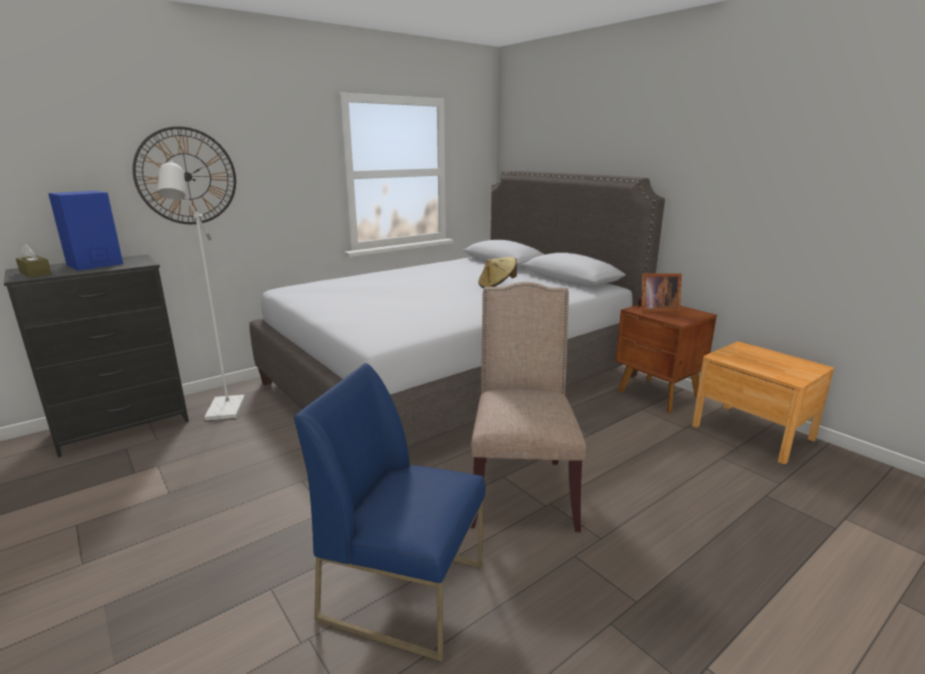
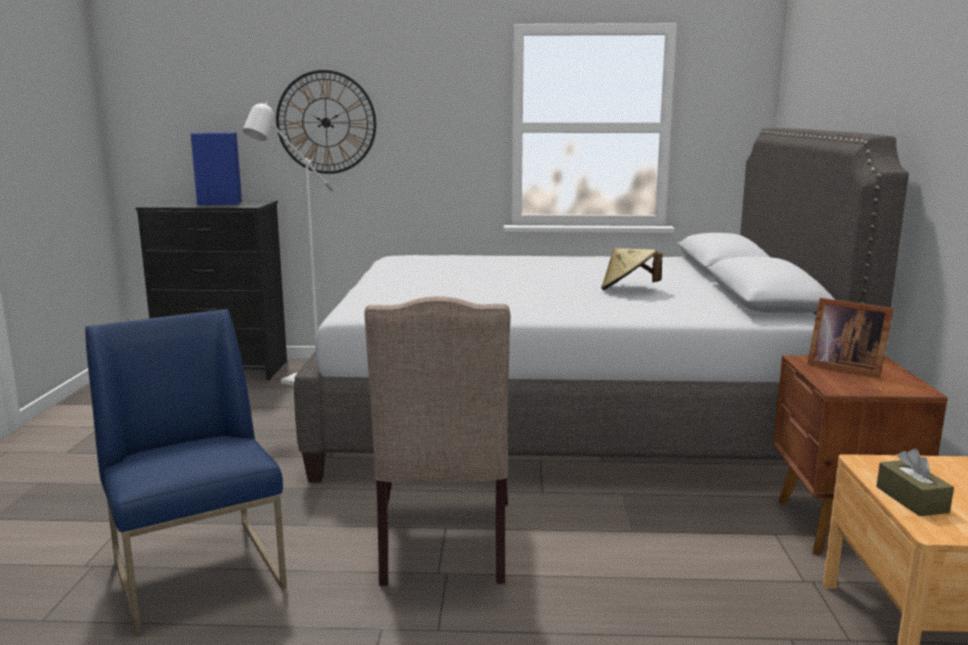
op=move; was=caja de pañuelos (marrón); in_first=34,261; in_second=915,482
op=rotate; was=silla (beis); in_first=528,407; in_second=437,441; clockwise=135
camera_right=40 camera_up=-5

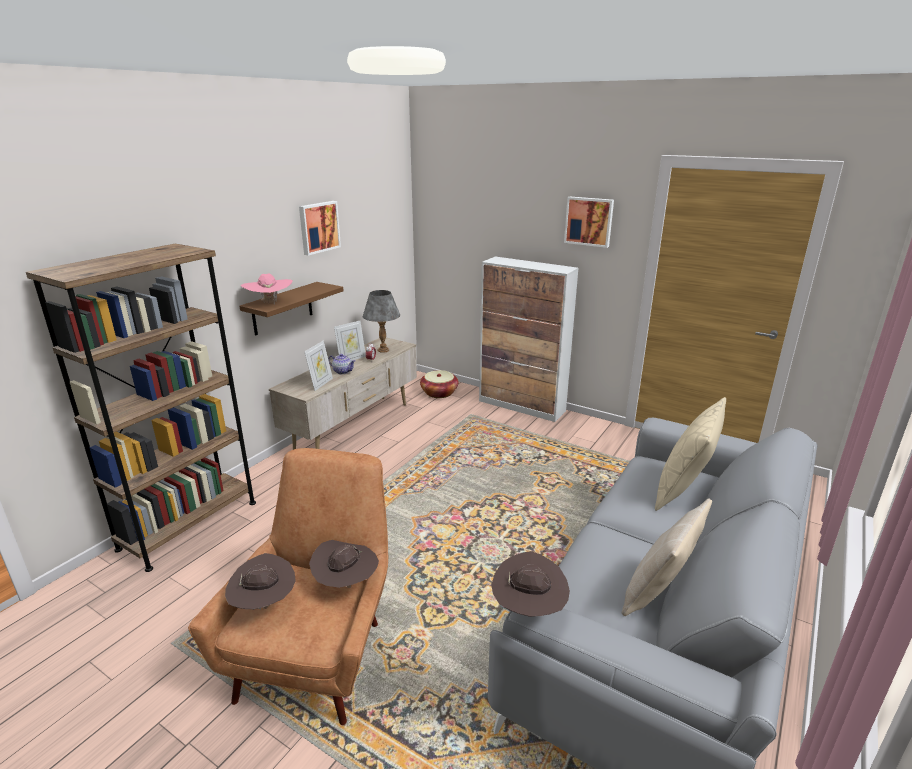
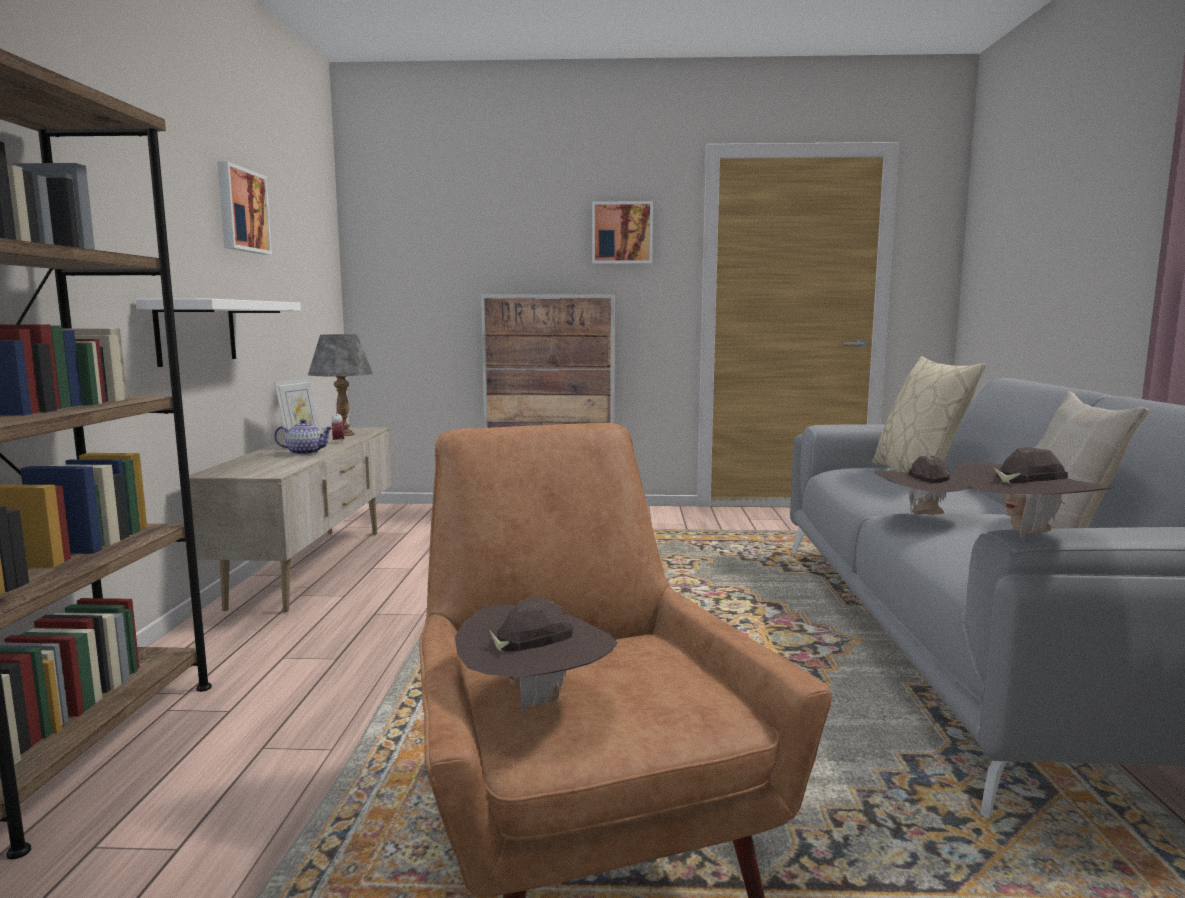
op=delete; was=sombrero (rosa); in_first=266,288
op=delete; was=portarretratos; in_first=318,365
op=delete; was=cesta; in_first=439,384
op=move; was=sombrero (marrón); in_first=344,564; in_second=924,485
op=recolor; was=estante (marrón); now=estante (blanco); in_first=291,309; in_second=218,333
camera_right=-30 camera_up=-15

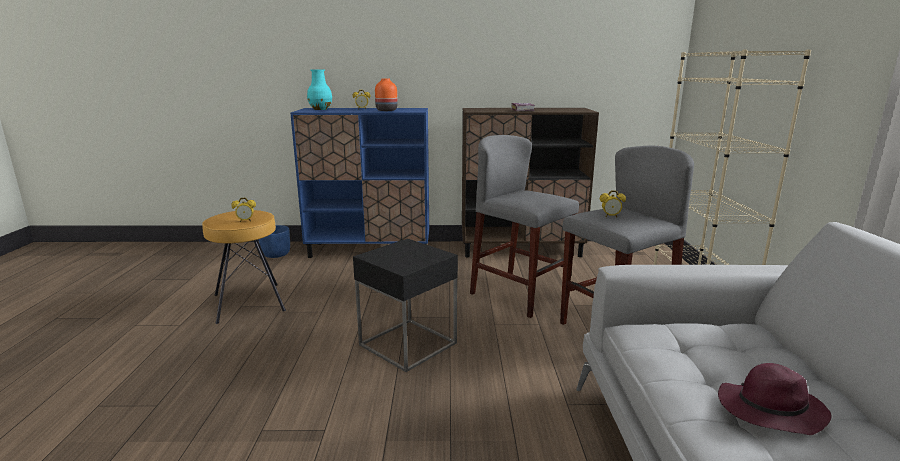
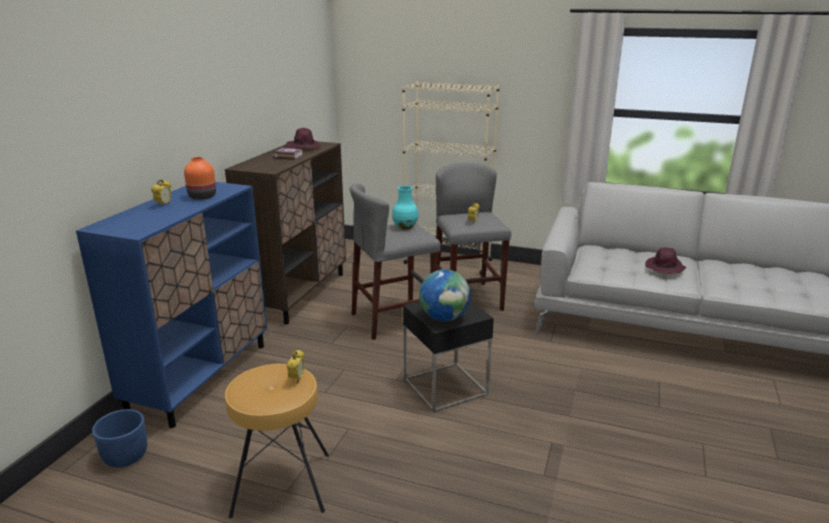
op=insert; now=sombrero (morado); in_second=303,138
op=insert; now=globo terráqueo; in_second=445,295
op=move; was=florero (turquesa); in_first=319,90; in_second=405,208
camera_right=-70 camera_up=5

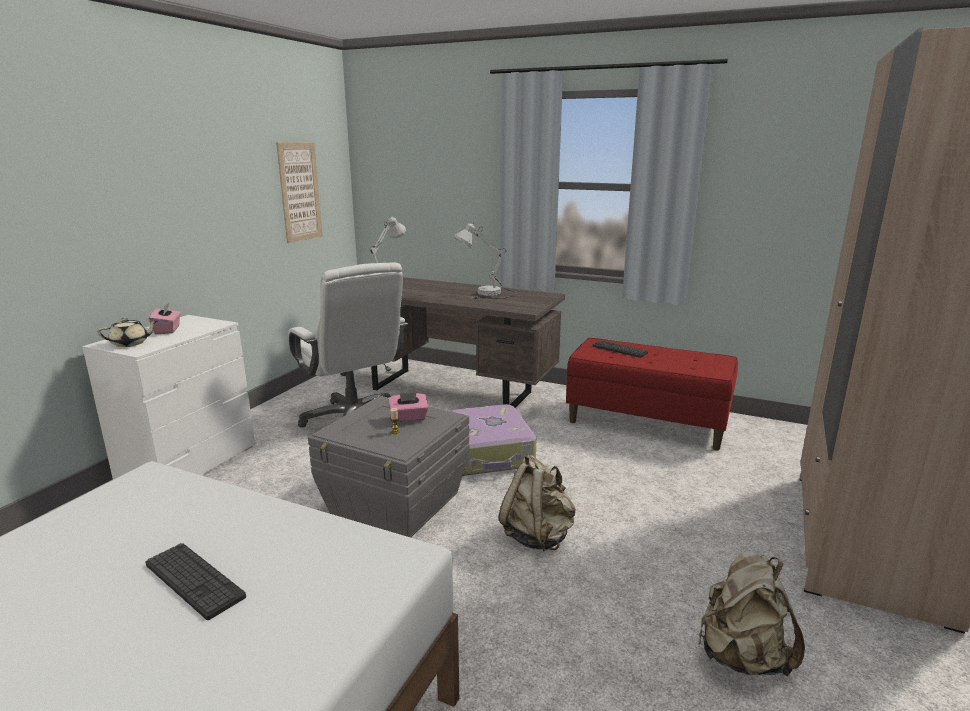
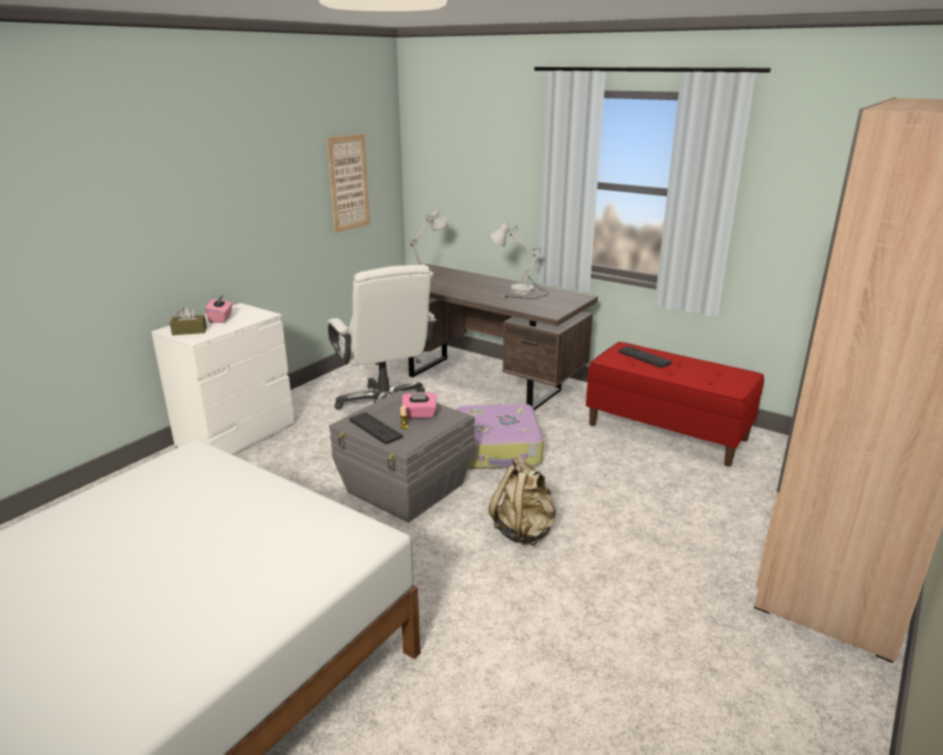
op=delete; was=mochila (beis); in_first=751,613
op=move; was=teclado; in_first=195,581; in_second=376,428
op=replace; was=tetera (beis); now=caja de pañuelos (marrón); in_first=127,332; in_second=188,321
camera_right=10 camera_up=5

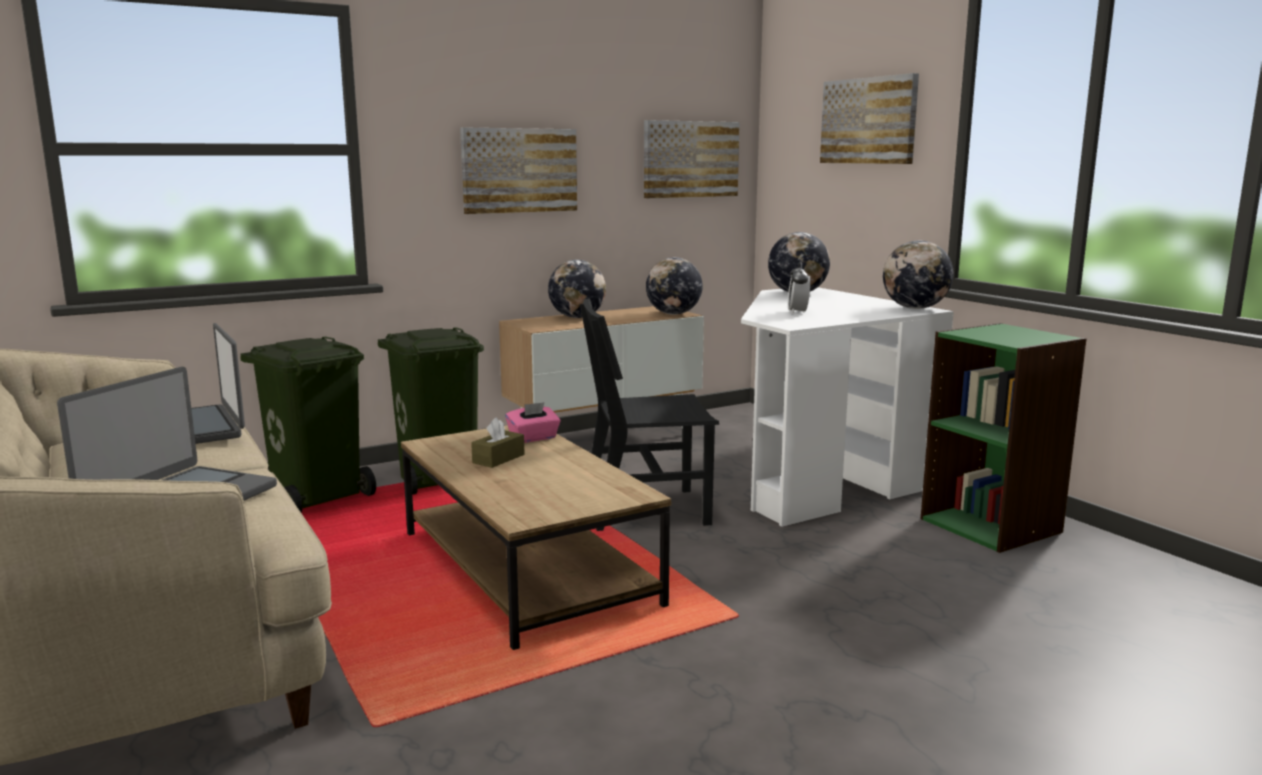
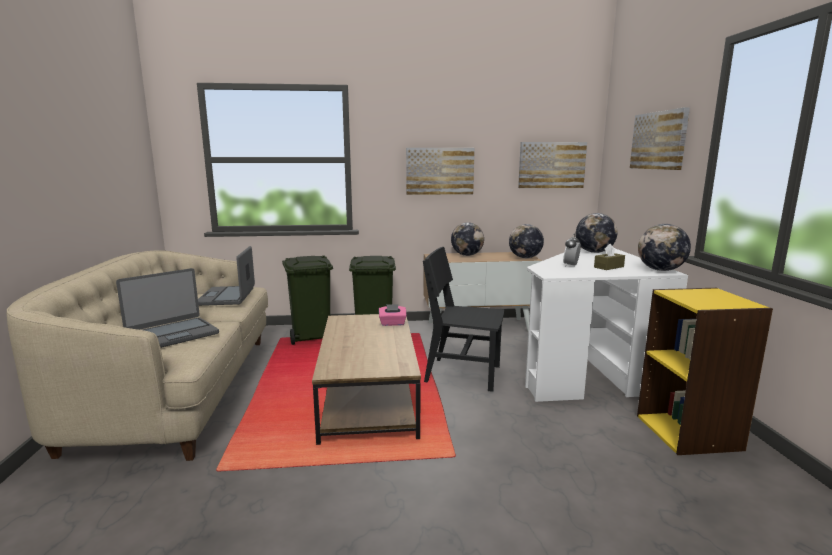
op=move; was=caja de pañuelos (marrón); in_first=498,442; in_second=609,257
op=recolor; was=estantería (verde); now=estantería (amarillo); in_first=1004,438; in_second=705,371
camera_right=25 camera_up=0

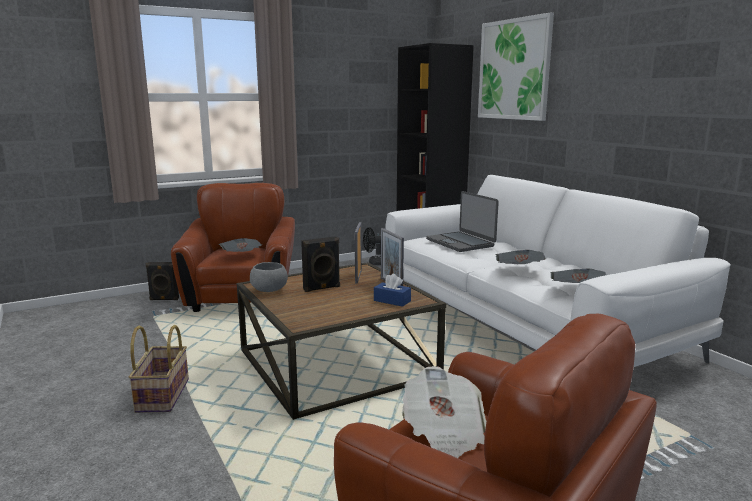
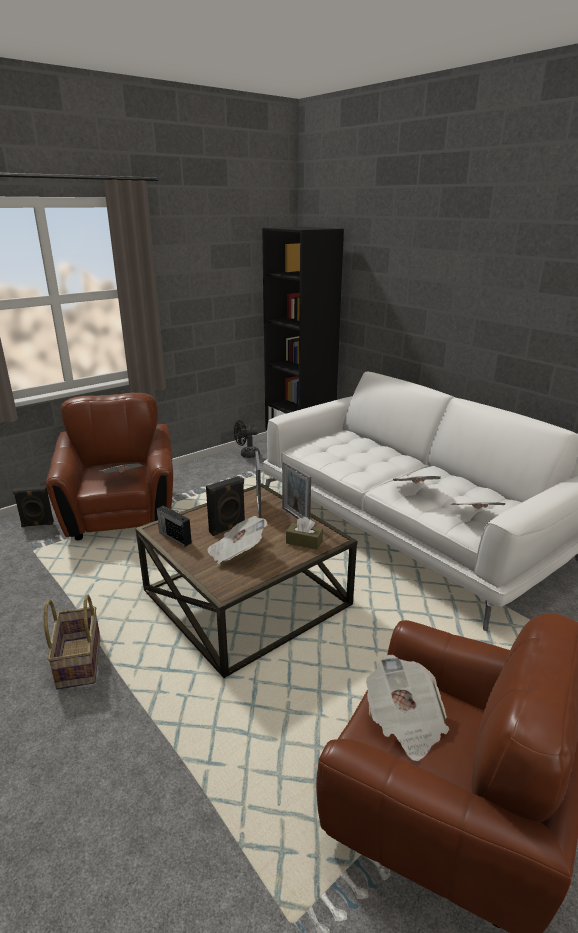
op=delete; was=portátil; in_first=462,221
op=delete; was=cuadro; in_first=516,67
op=insert; now=periódico; in_second=237,540
op=replace; was=cuenco (gris); now=radio; in_first=269,277; in_second=174,526
op=recolor; was=caja de pañuelos (azul); now=caja de pañuelos (marrón); in_first=392,290; in_second=304,533
camera_right=-10 camera_up=10

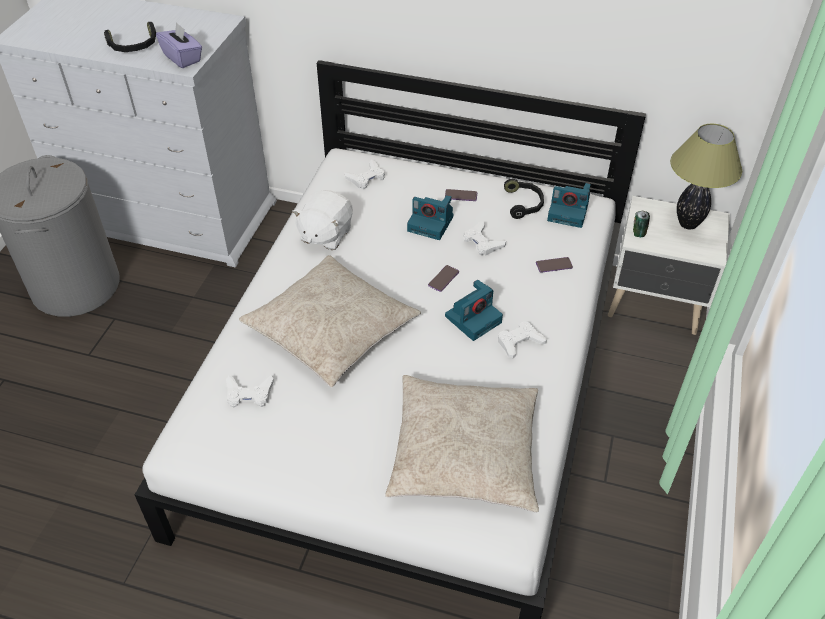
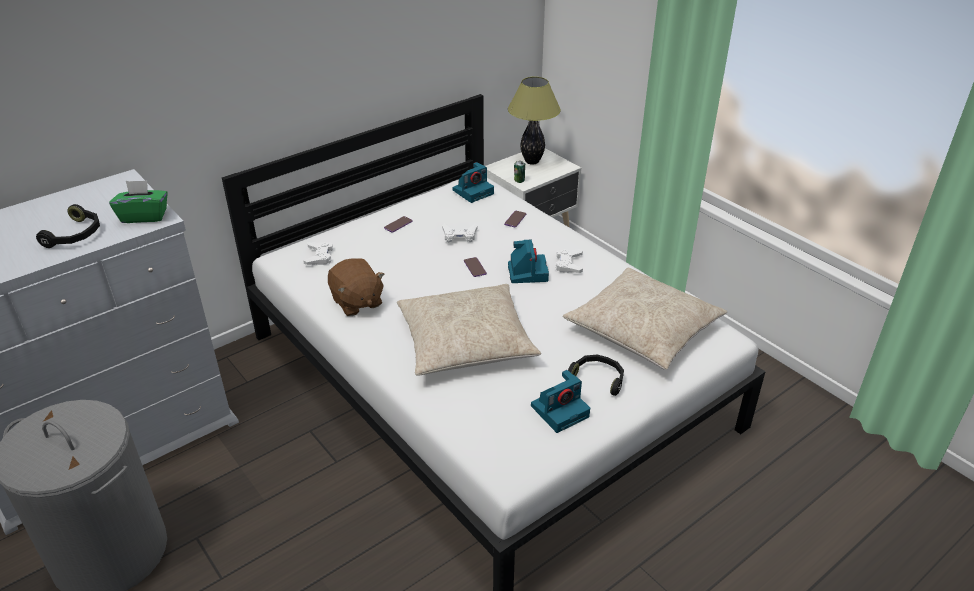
op=delete; was=mando de consola (blanco); in_first=250,391
op=move; was=cámara; in_first=430,217; in_second=560,401
op=move; was=auriculares (negro); in_first=524,199; in_second=596,375
op=recolor; was=caja de pañuelos (morado); now=caja de pañuelos (verde); in_first=179,45; in_second=138,201
op=recolor; was=peluche (blanco); now=peluche (marrón); in_first=322,220; in_second=356,287
camera_right=-55 camera_up=-10

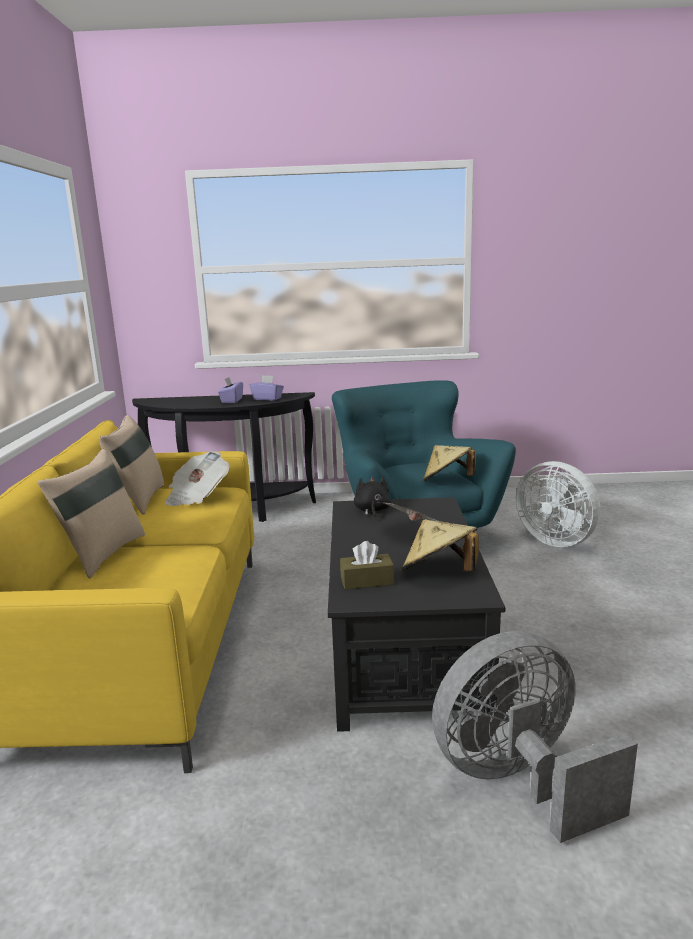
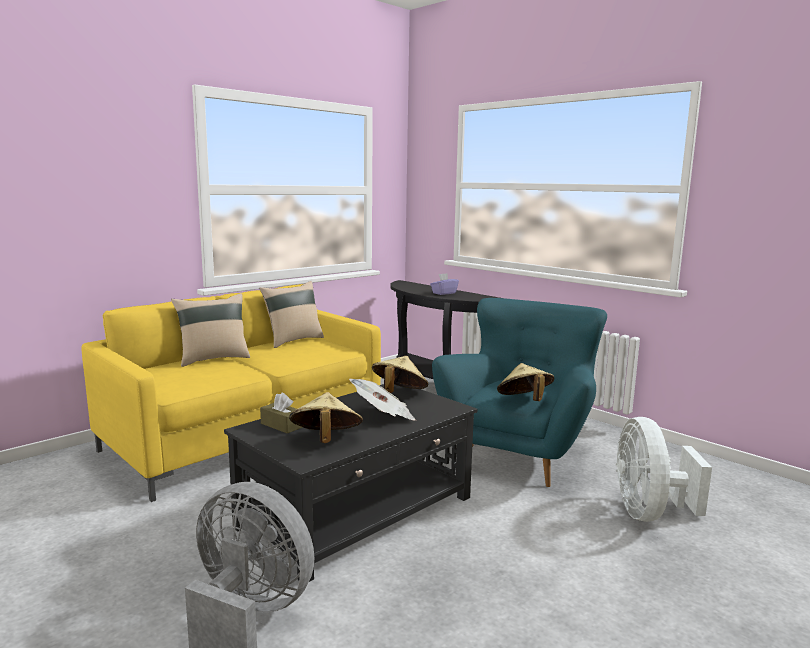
op=delete; was=periódico; in_first=197,478
op=delete; was=caja de pañuelos (morado); in_first=267,388
op=replace; was=peluche (negro); now=sombrero (beis); in_first=372,498; in_second=400,374
camera_right=45 camera_up=-5

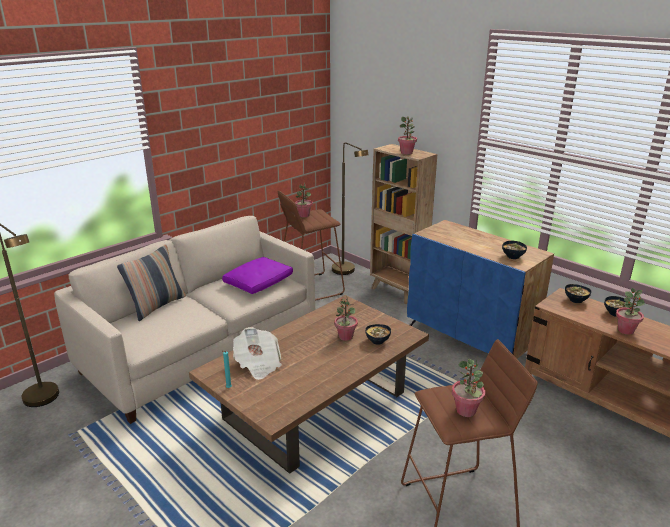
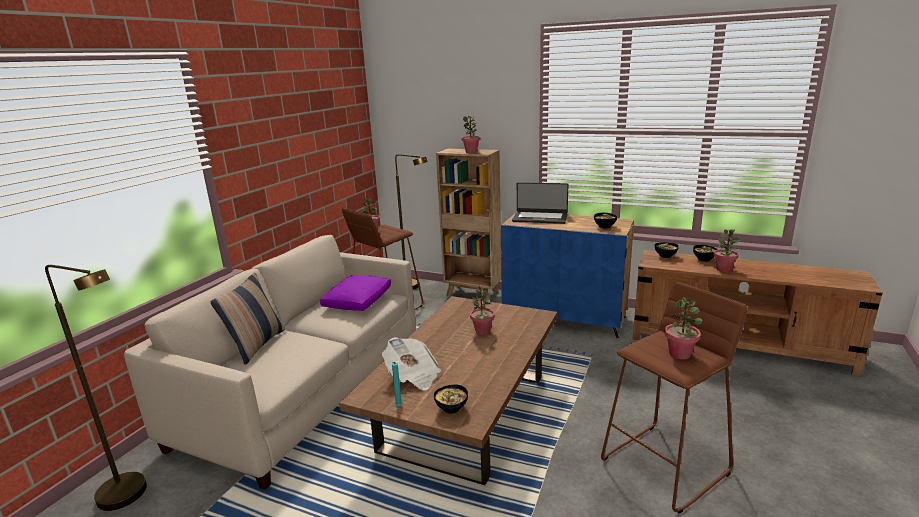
op=insert; now=portátil; in_second=540,203
op=move; was=cuenco; in_first=378,334; in_second=451,399
camera_right=-20 camera_up=-5

